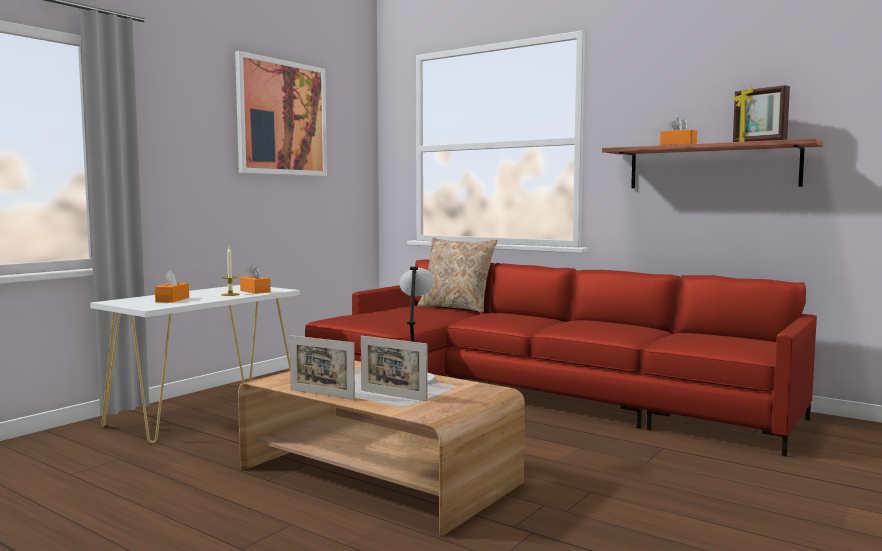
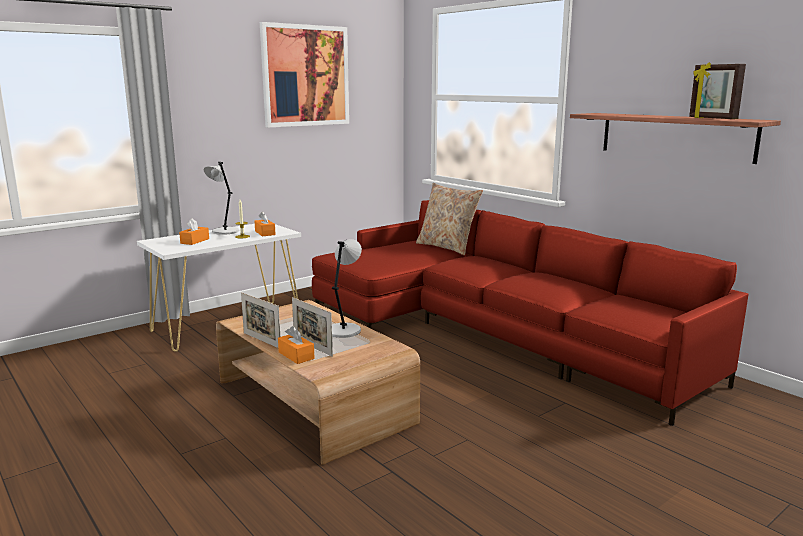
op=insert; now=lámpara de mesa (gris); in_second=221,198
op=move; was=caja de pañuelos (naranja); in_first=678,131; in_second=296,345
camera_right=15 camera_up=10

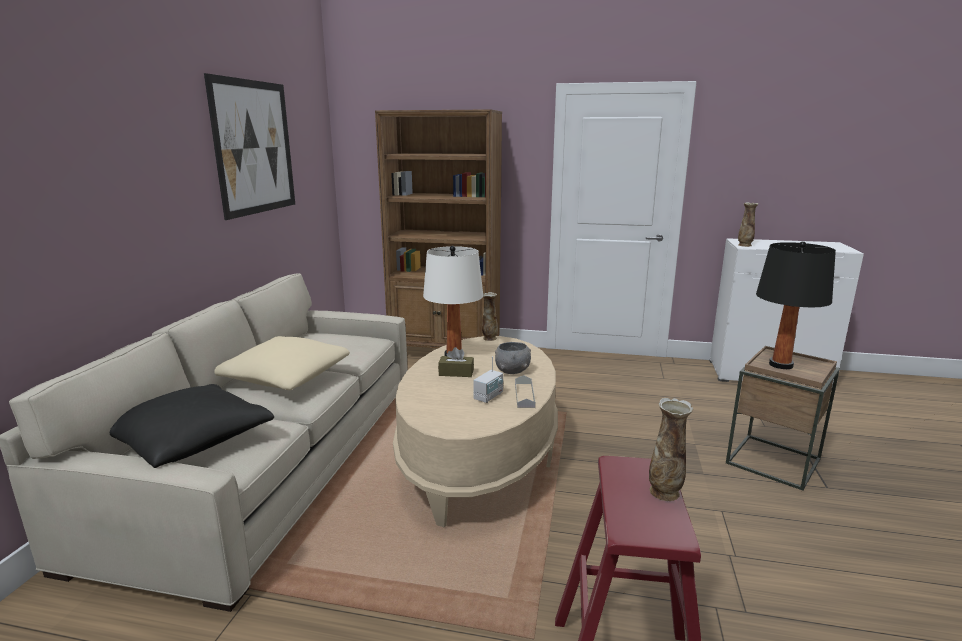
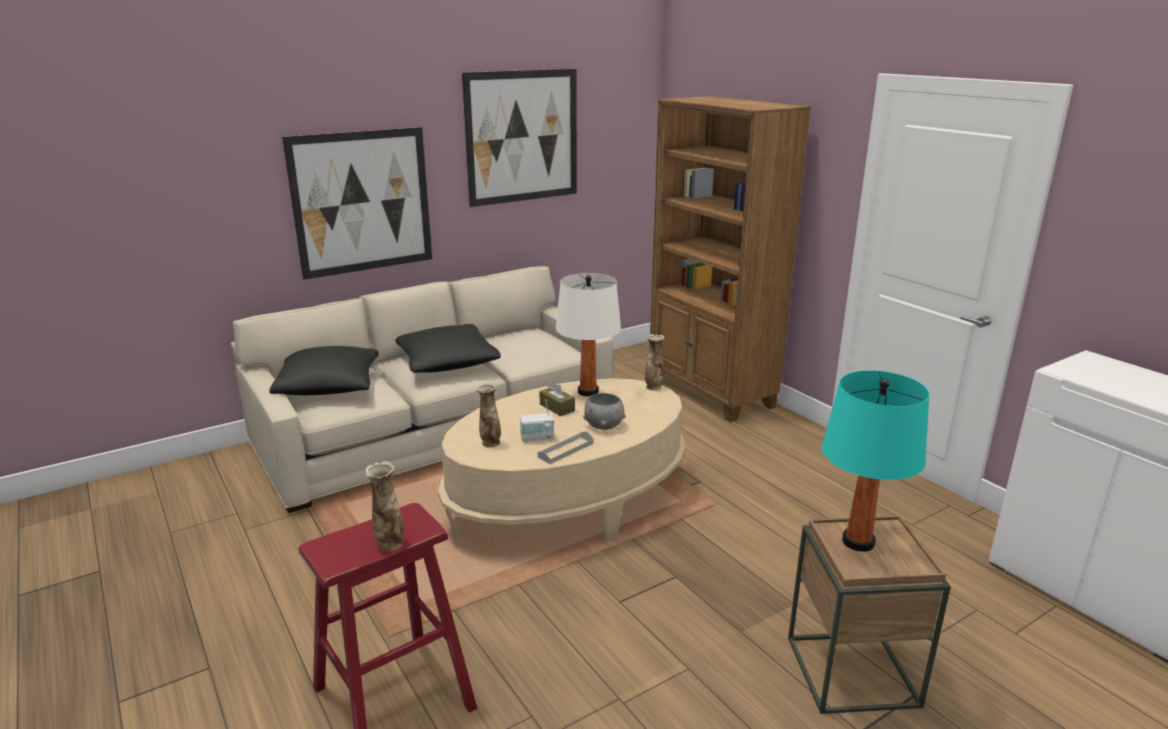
op=insert; now=cuadro; in_second=357,203
op=move; was=florero; in_first=748,224; in_second=488,415
op=recolor; was=cojín (beis); now=cojín (negro); in_first=282,363; in_second=448,348
op=recolor; was=lámpara de mesa (negro); now=lámpara de mesa (turquesa); in_first=796,305; in_second=876,460
camera_right=45 camera_up=5

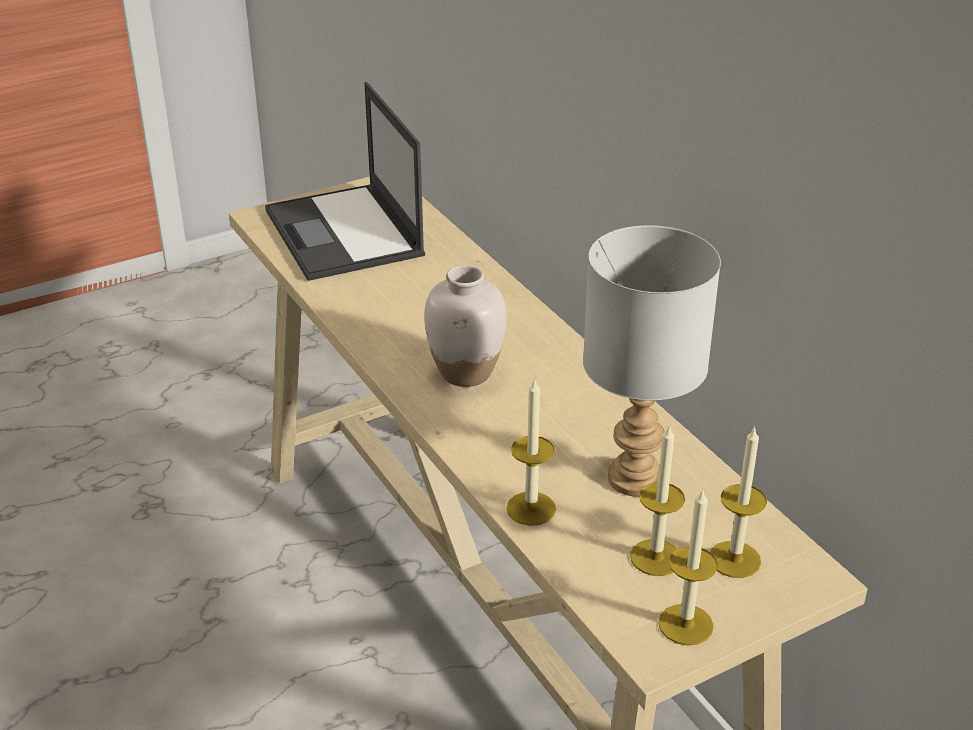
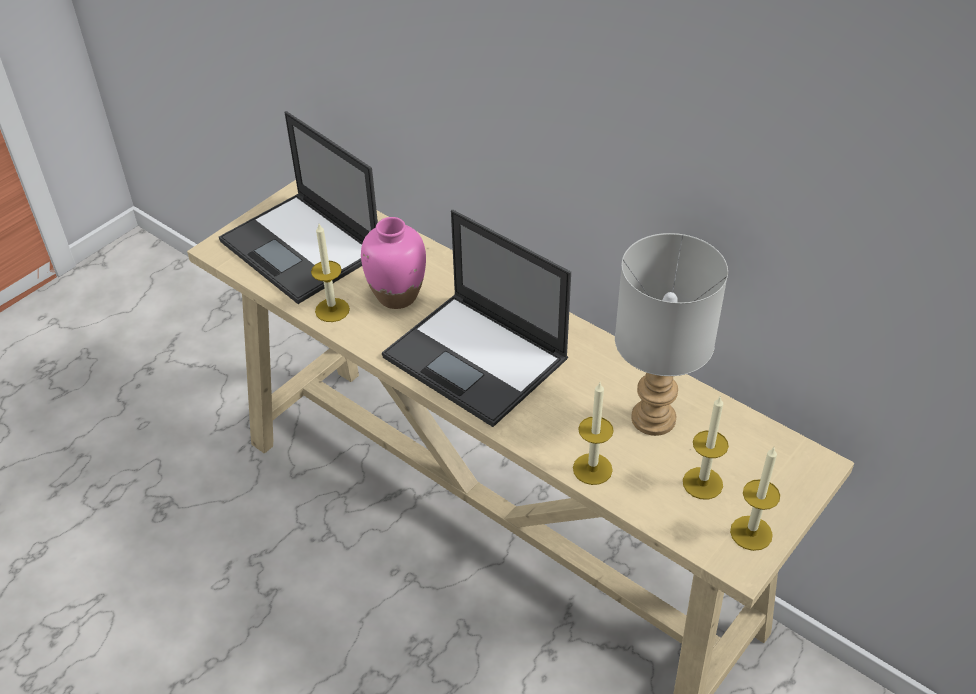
op=insert; now=florero (rosa); in_second=393,263
op=move; was=vela; in_first=738,502; in_second=330,273
op=replace; was=florero (blanco); now=portátil; in_first=465,326; in_second=476,318
camera_right=-20 camera_up=10

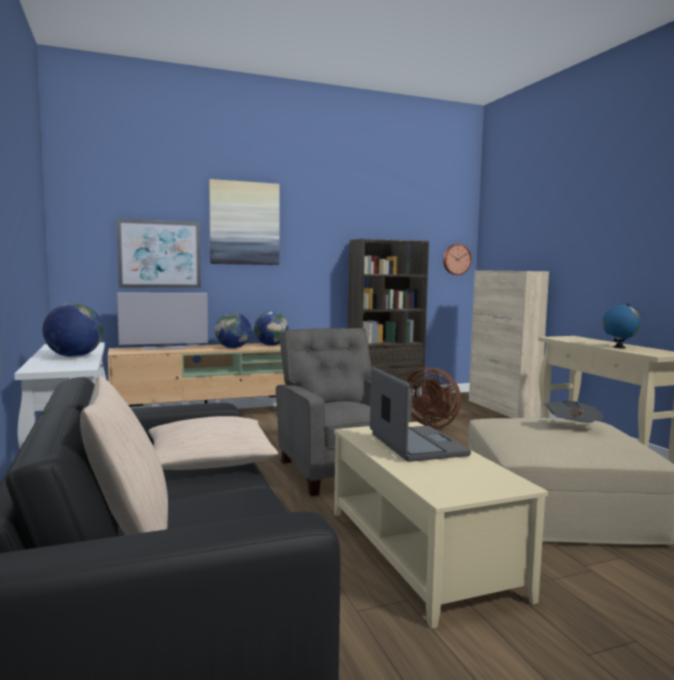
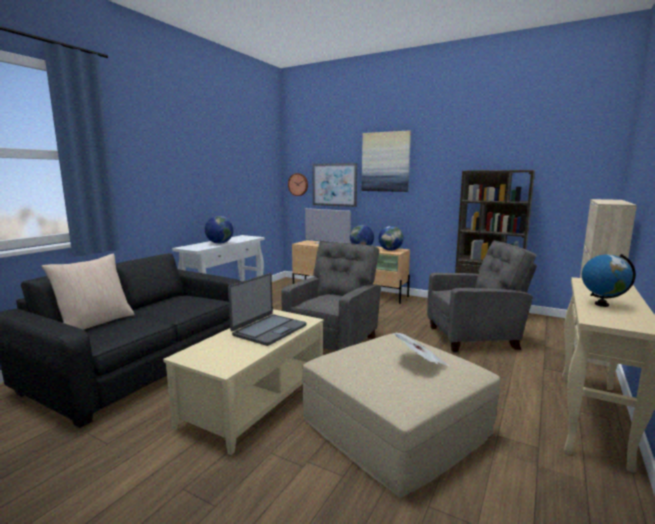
op=delete; was=cojín (beis); in_first=213,443
op=move; was=reloj de pared; in_first=457,259; in_second=298,184
op=replace; was=ventilador (marrón); now=sillón (gris); in_first=433,397; in_second=482,296
camera_right=50 camera_up=5

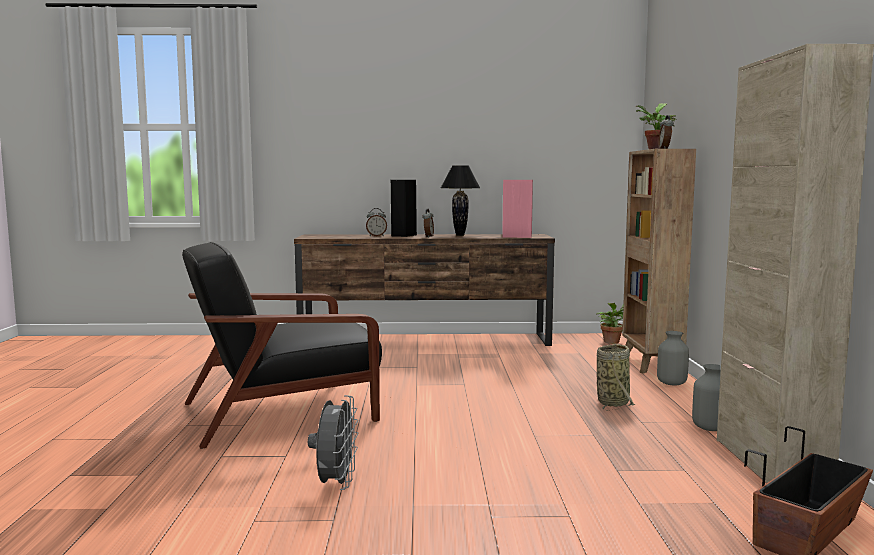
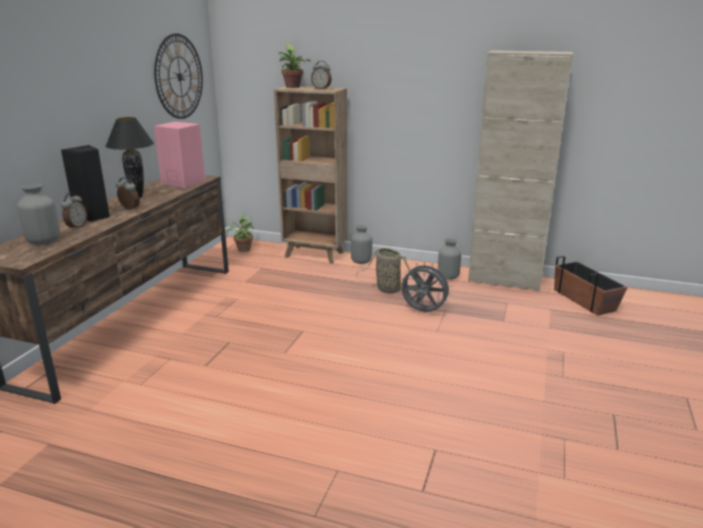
op=delete; was=sillón (negro); in_first=282,345
op=insert; now=florero (gris); in_second=38,214
op=insert; now=reloj de pared; in_second=178,76
op=move; was=ventilador (gris); in_first=333,442; in_second=427,287
camera_right=-70 camera_up=15

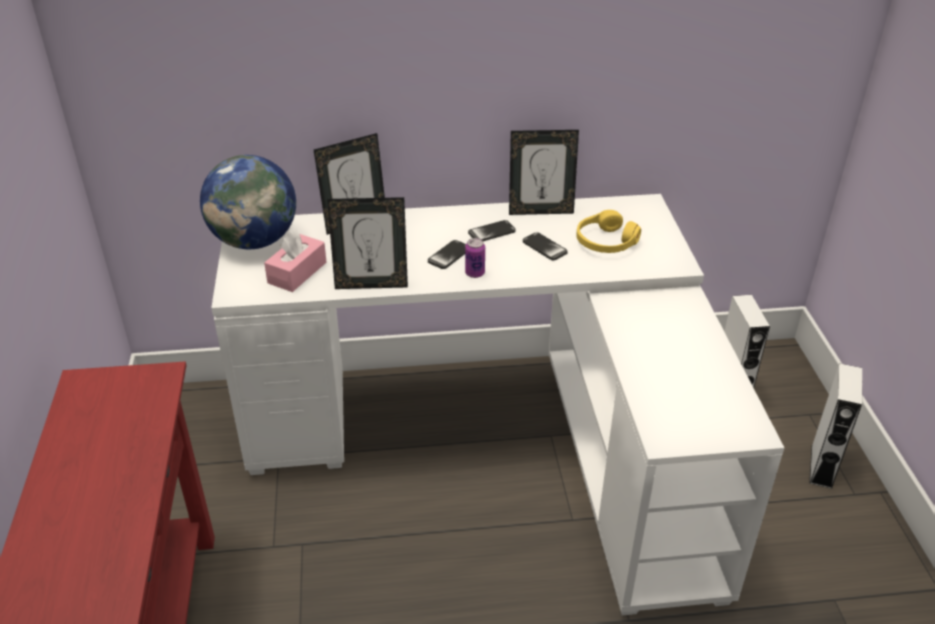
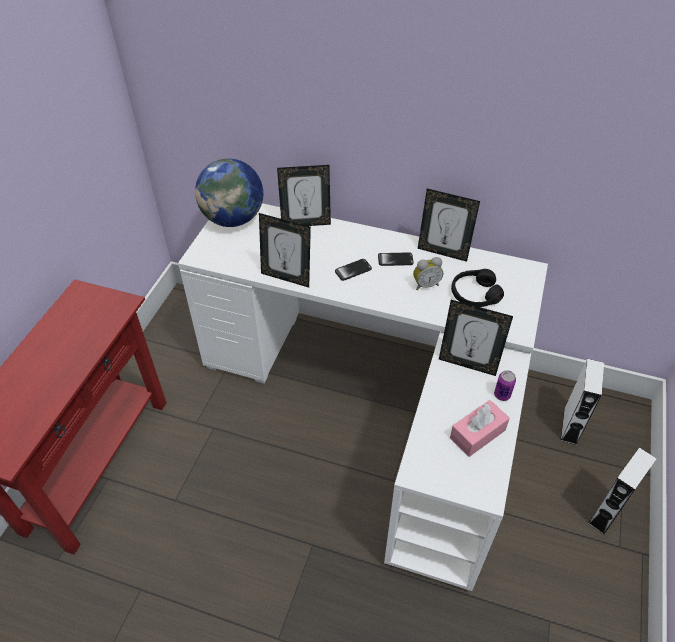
op=insert; now=portarretratos; in_second=476,338
op=move; was=caja de pañuelos (rosa); in_first=295,260; in_second=480,428
op=move; was=lata; in_first=475,258; in_second=505,385
op=replace; was=móvil; now=despertador; in_first=545,246; in_second=428,273
op=recolor; was=auriculares (amarillo); now=auriculares (negro); in_first=608,231; in_second=477,288
camera_right=25 camera_up=10

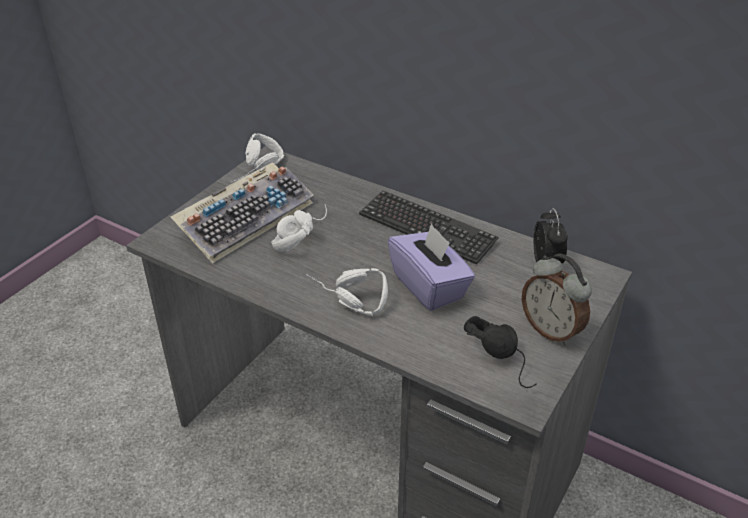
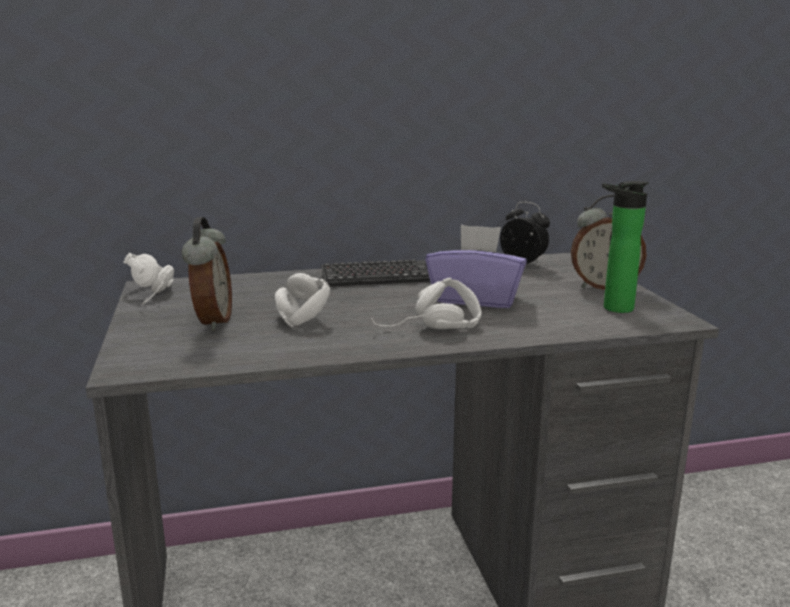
op=replace; was=teclado; now=despertador; in_first=242,212; in_second=207,274
op=replace; was=auriculares (negro); now=botella; in_first=500,352; in_second=625,247
camera_right=-45 camera_up=-20

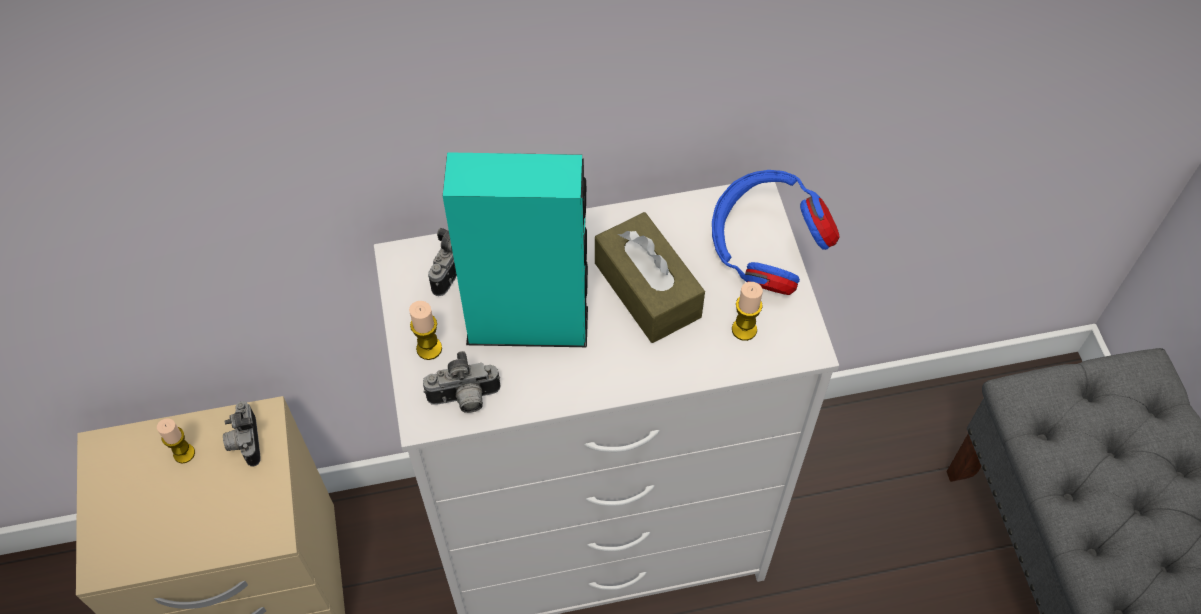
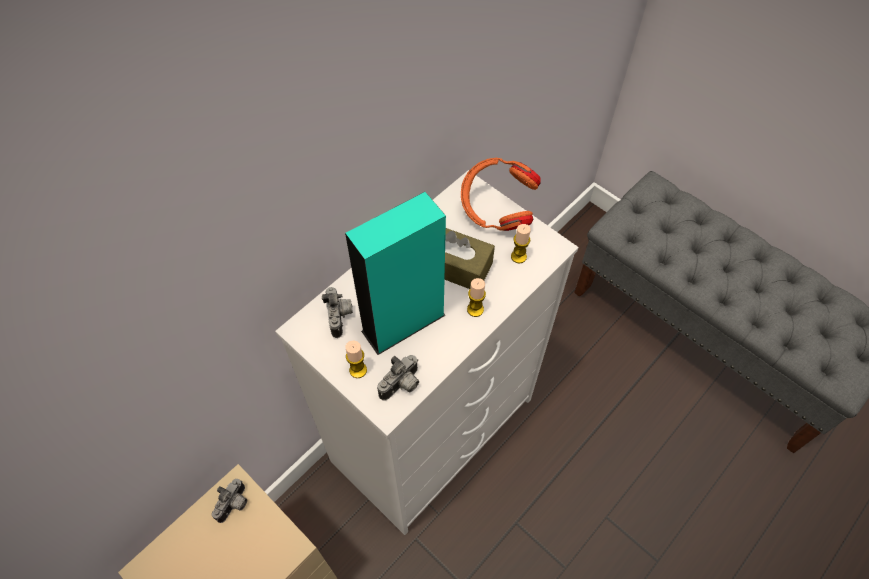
op=move; was=vela; in_first=176,440; in_second=476,297
op=recolor; was=auriculares (azul); now=auriculares (naranja); in_first=776,232; in_second=501,194
op=rotate; was=cámara; in_first=242,434; in_second=229,501; clockwise=-105
camera_right=-35 camera_up=0

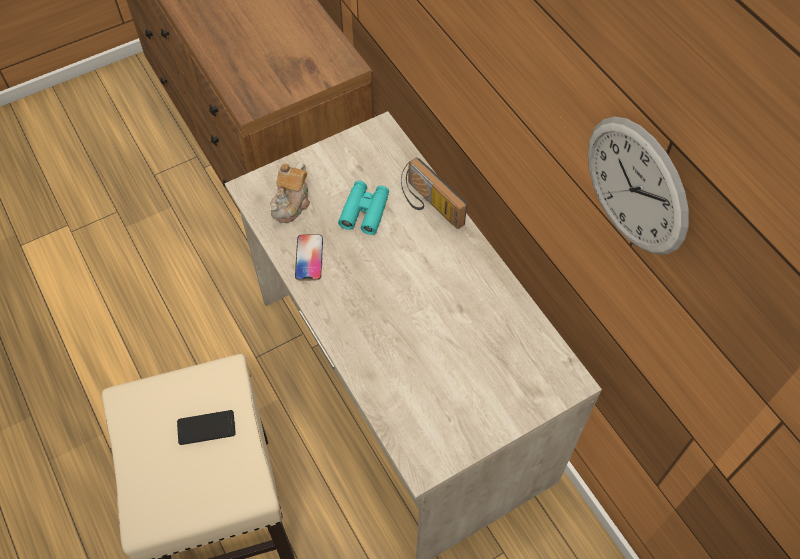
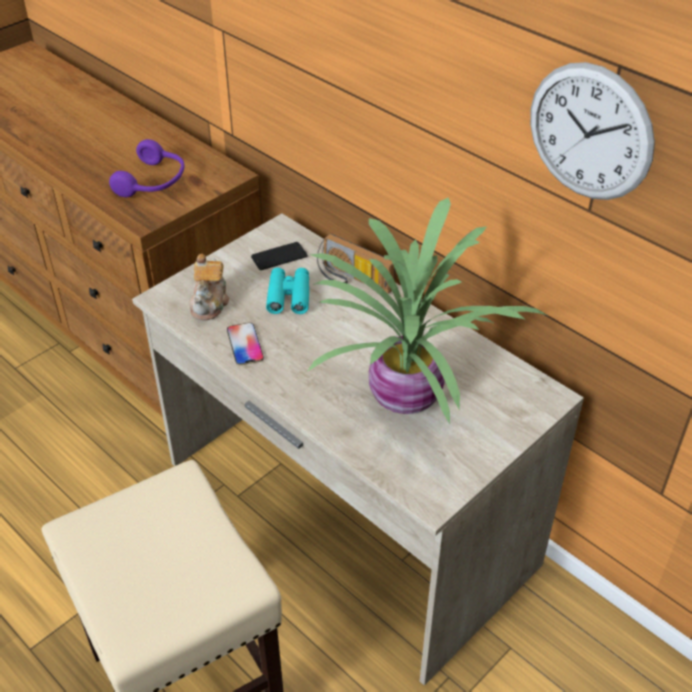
op=insert; now=auriculares (morado); in_second=146,168
op=insert; now=planta en maceta; in_second=427,310
op=move; was=móvil; in_first=206,427; in_second=279,256
camera_right=-15 camera_up=-15

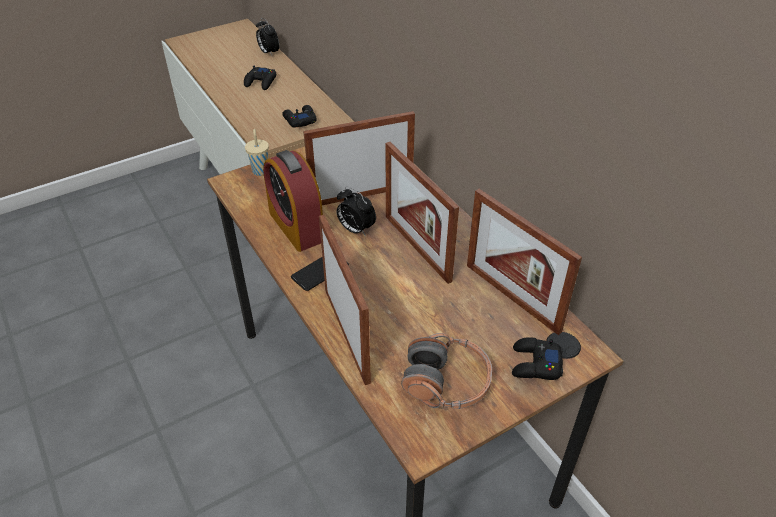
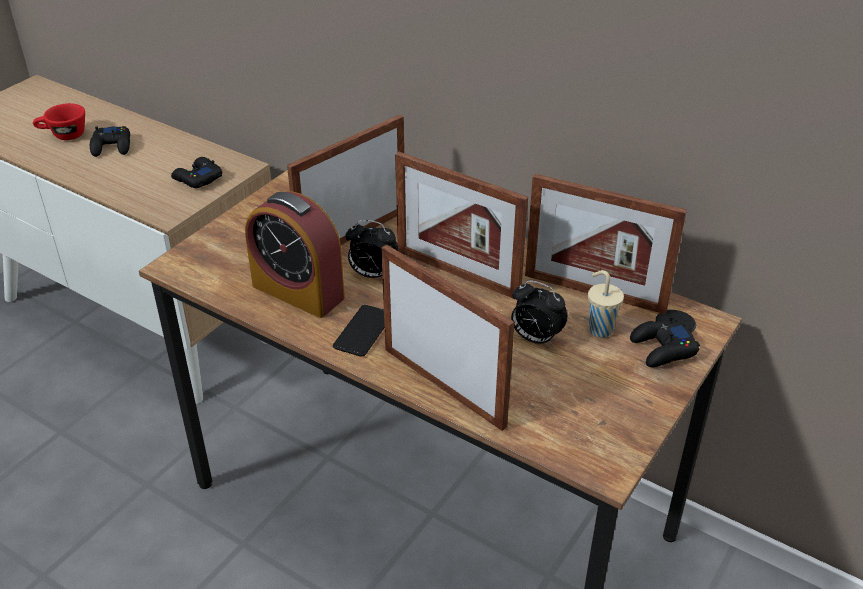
op=delete; was=auriculares; in_first=446,371
op=insert; now=taza (rojo); in_second=59,121
op=move; was=taza (beis); in_first=257,152; in_second=606,303
op=move; was=despertador; in_first=267,37; in_second=539,313
camera_right=-25 camera_up=-5

